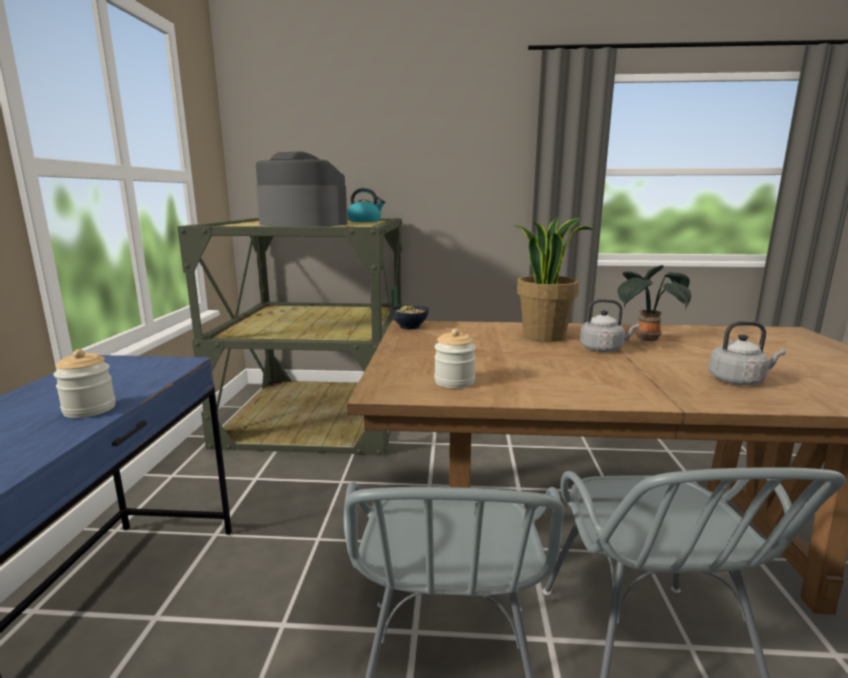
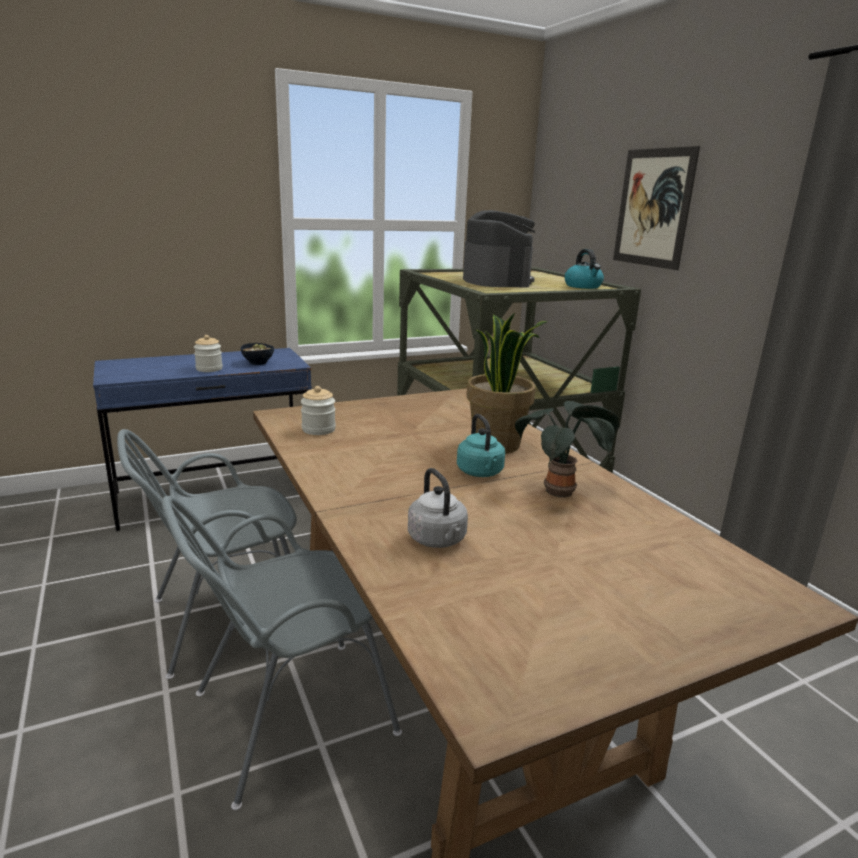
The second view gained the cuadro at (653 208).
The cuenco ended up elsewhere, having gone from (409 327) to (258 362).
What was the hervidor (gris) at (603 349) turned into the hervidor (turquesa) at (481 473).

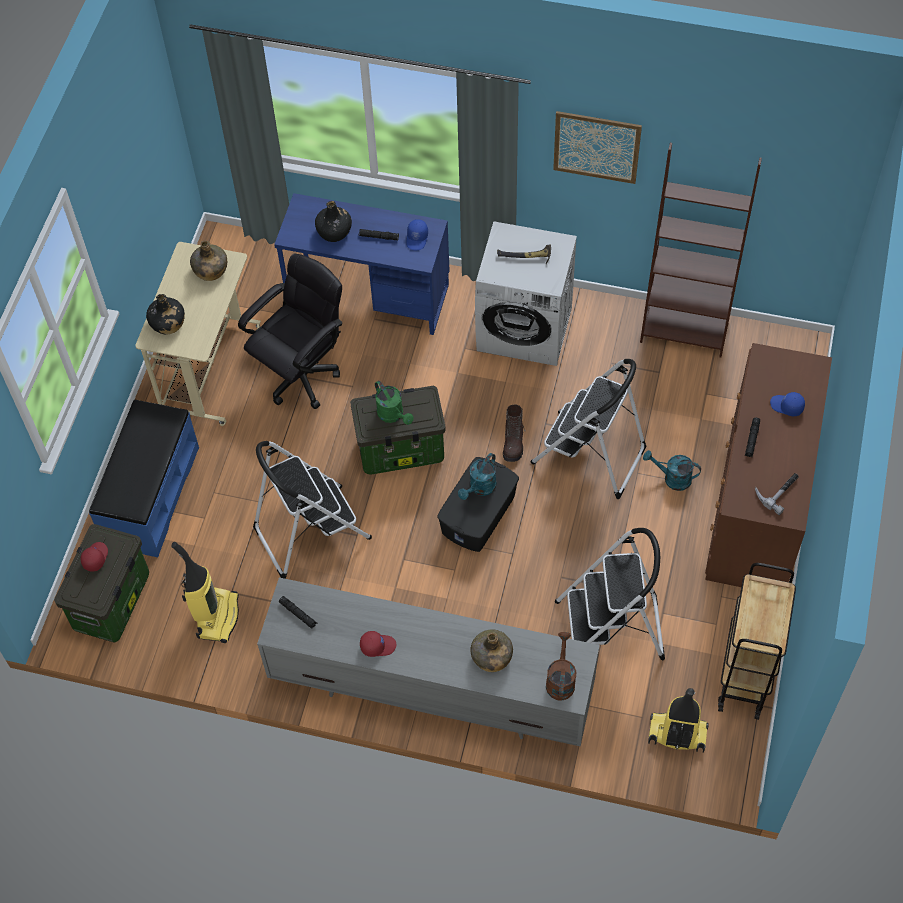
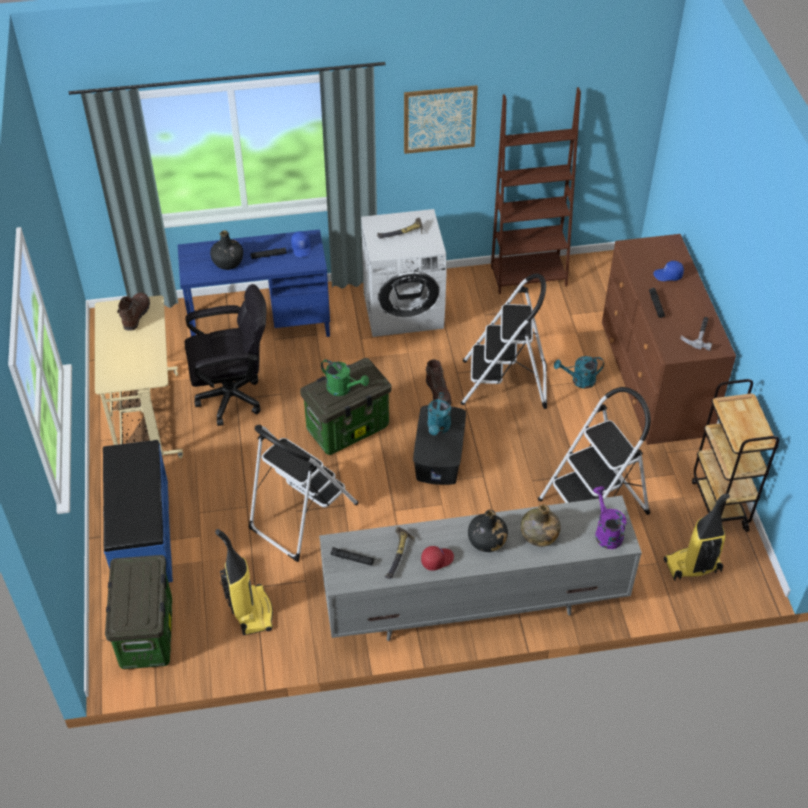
The second view lost the gorra (rojo) at (95 557).
The second view gained the martillo at (399 556).
The botella (negro) ended up elsewhere, having gone from (167 323) to (486 540).
Where the botella (verde) stood at (210 270), the bota (marrón) came to stand at (135 316).
What was the regadera (marrón) at (560 679) turned into the regadera (morado) at (606 532).
The silla de oficina (negro) at (304 375) ended up facing another way, 60 degrees clockwise from before.

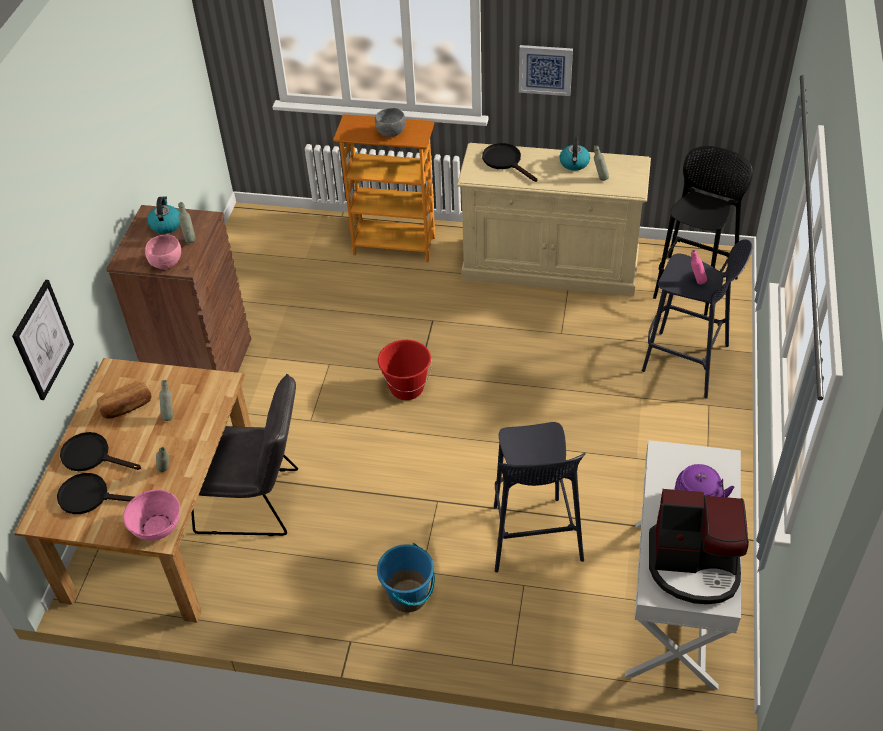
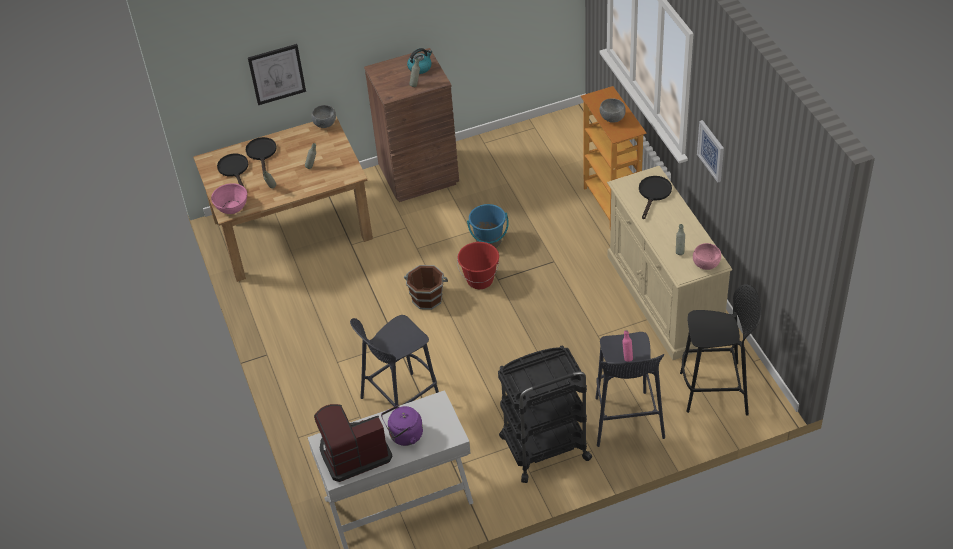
The second view lost the pan at (127 407).
The second view lost the silla (gris) at (256 501).
The second view lost the hervidor at (574 163).
The second view gained the cuenco (gris) at (325 124).
The second view gained the cubo (marrón) at (427 298).
The second view gained the carrito (negro) at (544 447).
The cuenco (rosa) ended up elsewhere, having gone from (166 263) to (706 264).
The cubo (azul) ended up elsewhere, having gone from (408 596) to (488 241).
The cafetera at (694 566) ended up facing another way, 90 degrees clockwise from before.

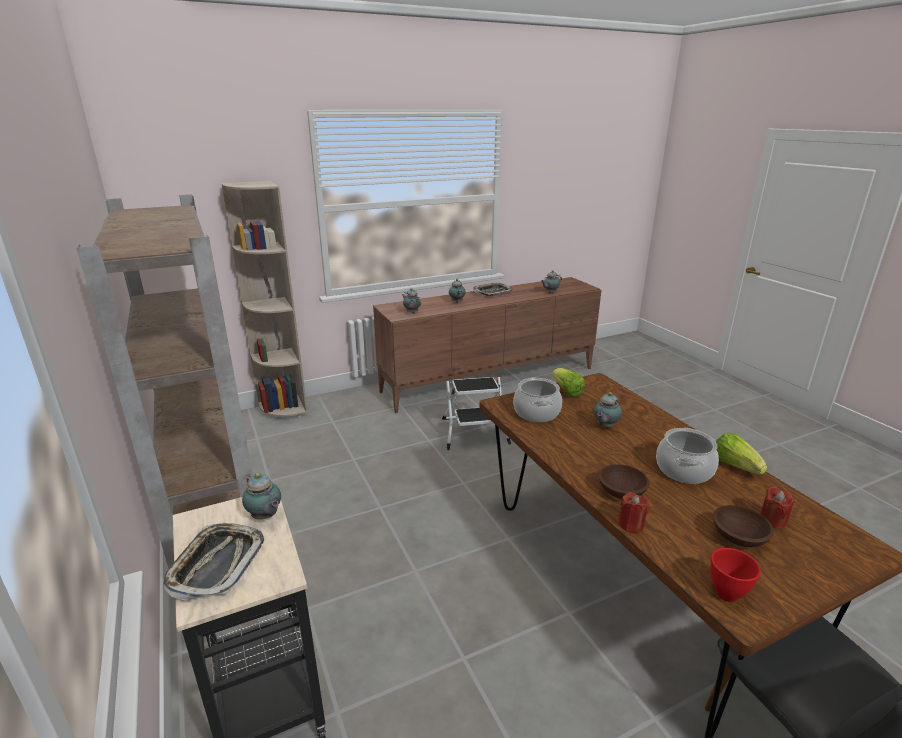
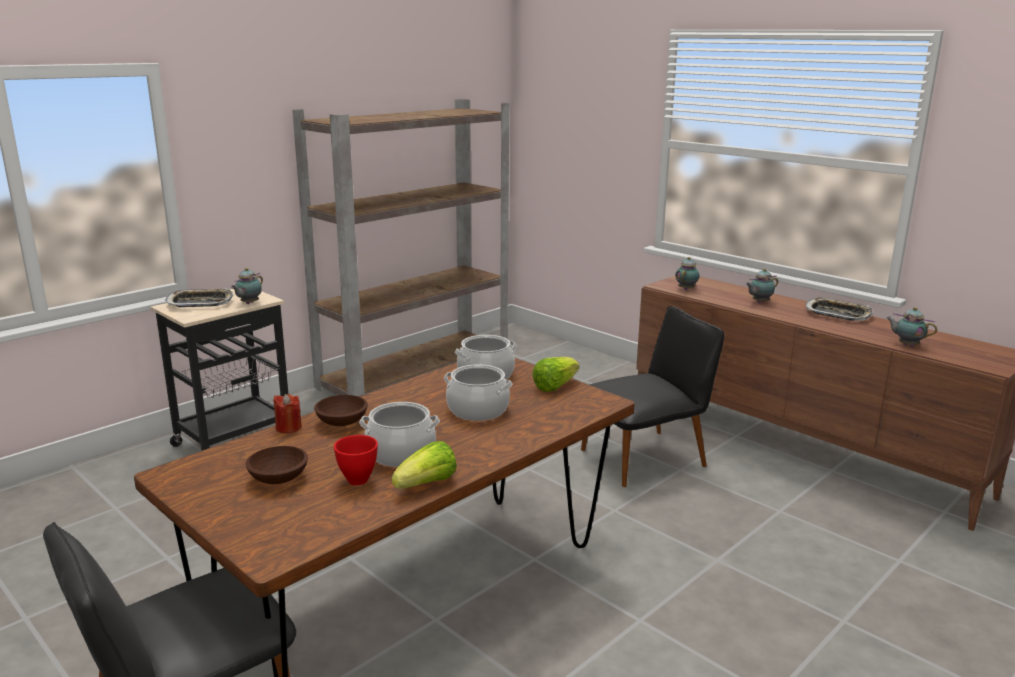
The second view lost the estantería (beis) at (284 412).
The second view lost the vela (rojo) at (772 520).
The cuenco (rojo) ended up elsewhere, having gone from (728 594) to (358 481).
Where the escalera de tijera stood at (473 432), the silla (negro) came to stand at (642 458).
Where the tetera stood at (605 426), the olla came to stand at (478 410).

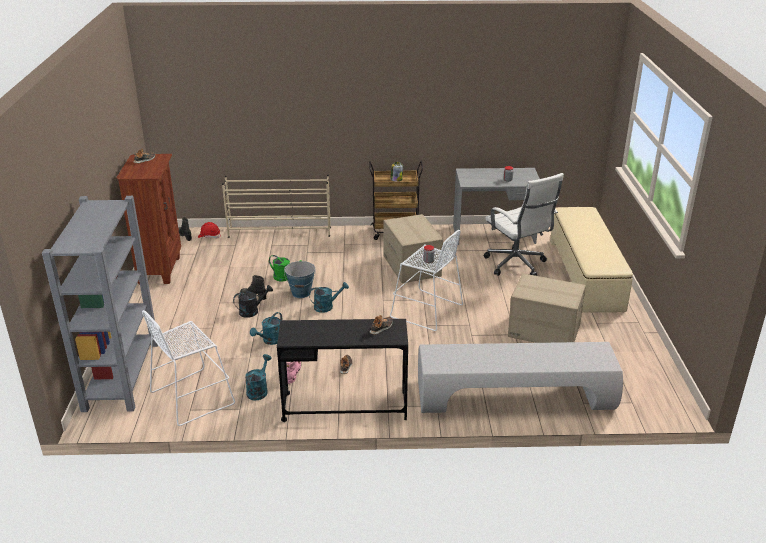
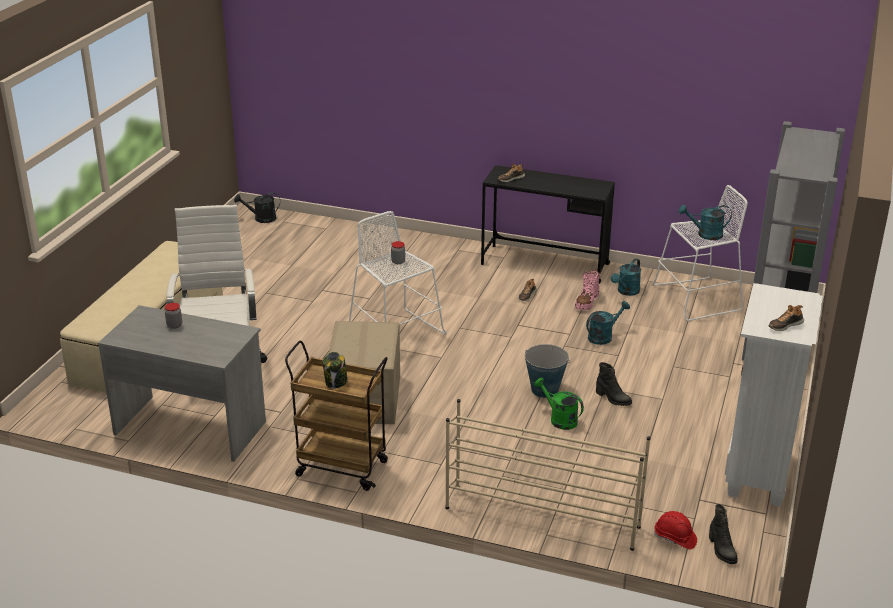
The second view lost the banco (gris) at (514 396).
The second view lost the caja de cartón at (543 331).
The regadera (negro) ended up elsewhere, having gone from (252 311) to (261 219).
The regadera (turquesa) ended up elsewhere, having gone from (327 306) to (705 235).
What was the armario (marrón) at (161 270) turned into the armario (blanco) at (756 475).

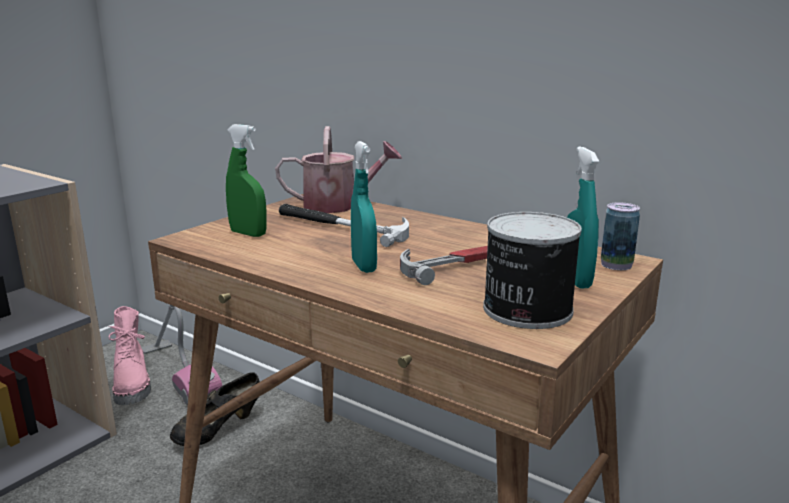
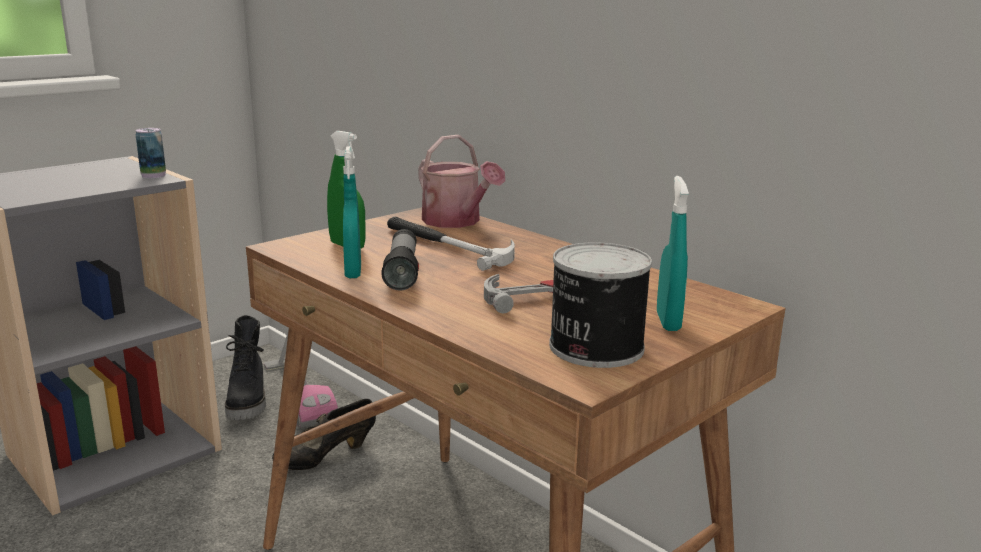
The second view gained the linterna at (402 272).
The pulverizador (turquesa) ended up elsewhere, having gone from (364 266) to (353 272).
The lata ended up elsewhere, having gone from (616 265) to (153 175).
What was the bota (rosa) at (133 385) turned into the bota (negro) at (249 401).
The regadera at (338 205) ended up facing another way, 45 degrees clockwise from before.

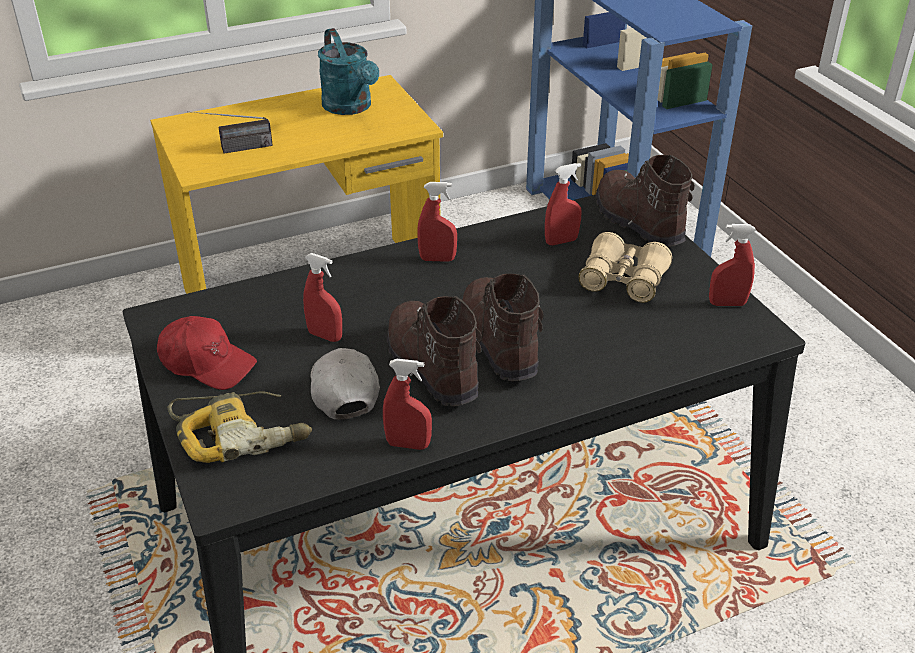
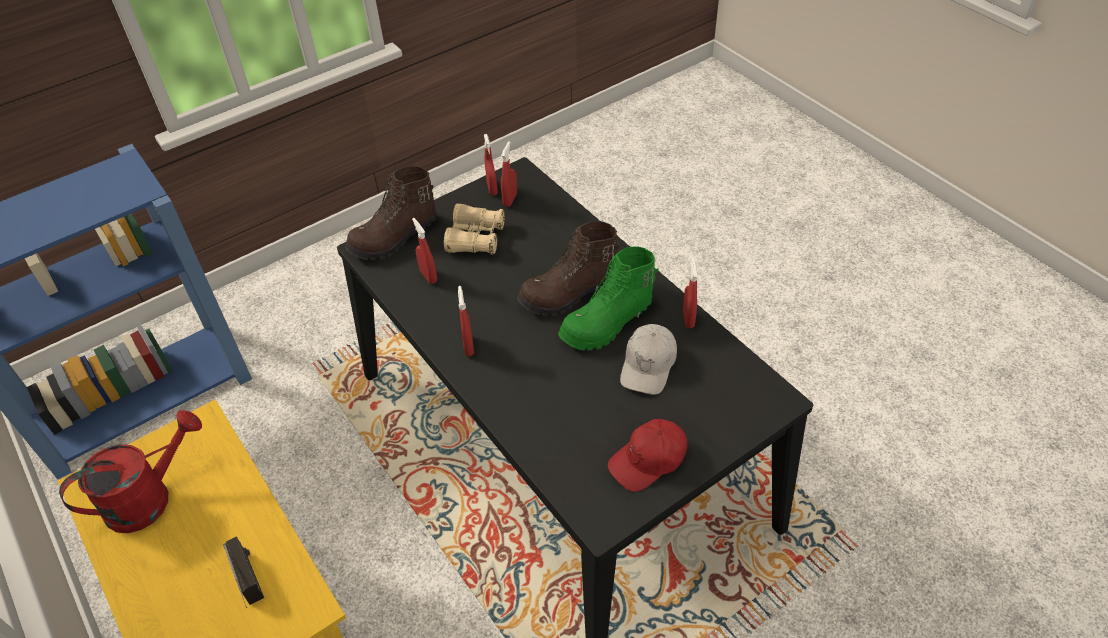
The second view lost the taladro at (241 433).
The pulverizador (rojo) ended up elsewhere, having gone from (325 336) to (510 200).
What was the regadera (turquesa) at (351 107) turned into the regadera (rojo) at (149 497).
What was the bota (marrón) at (430 368) turned into the bota (verde) at (608 323).
The gorra (rojo) at (207 363) ended up facing another way, 135 degrees counterclockwise from before.
The gorra (blanco) at (343 390) ended up facing another way, 45 degrees counterclockwise from before.

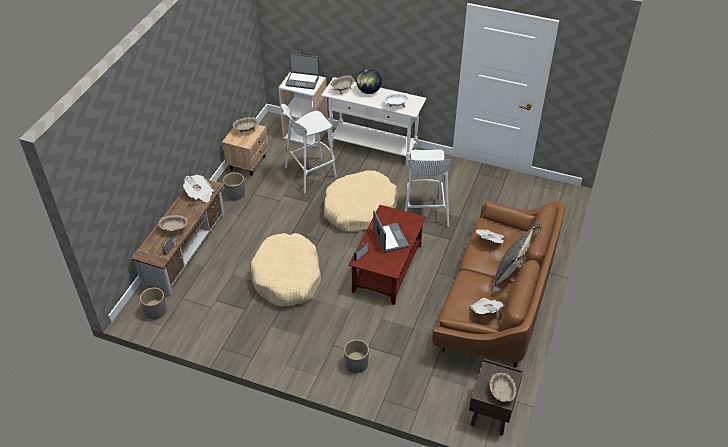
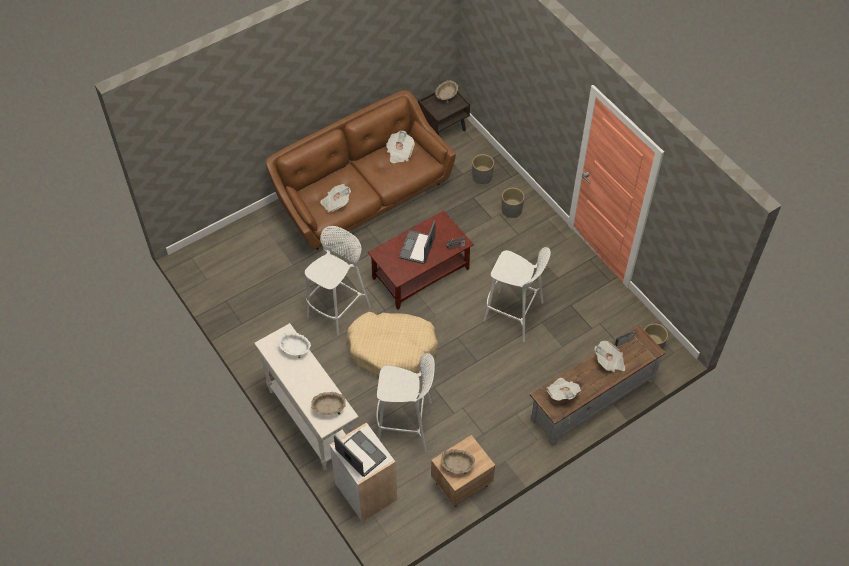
The second view lost the globo terráqueo at (368 91).
The second view lost the cojín at (512 278).
The maceta (gris) ended up elsewhere, having gone from (235 194) to (482 177).
Where the cuenco (beis) stood at (174 229), the periódico came to stand at (609 362).
Where the cama para perro (beis) stood at (287 277), the taburete (blanco) came to stand at (514 314).

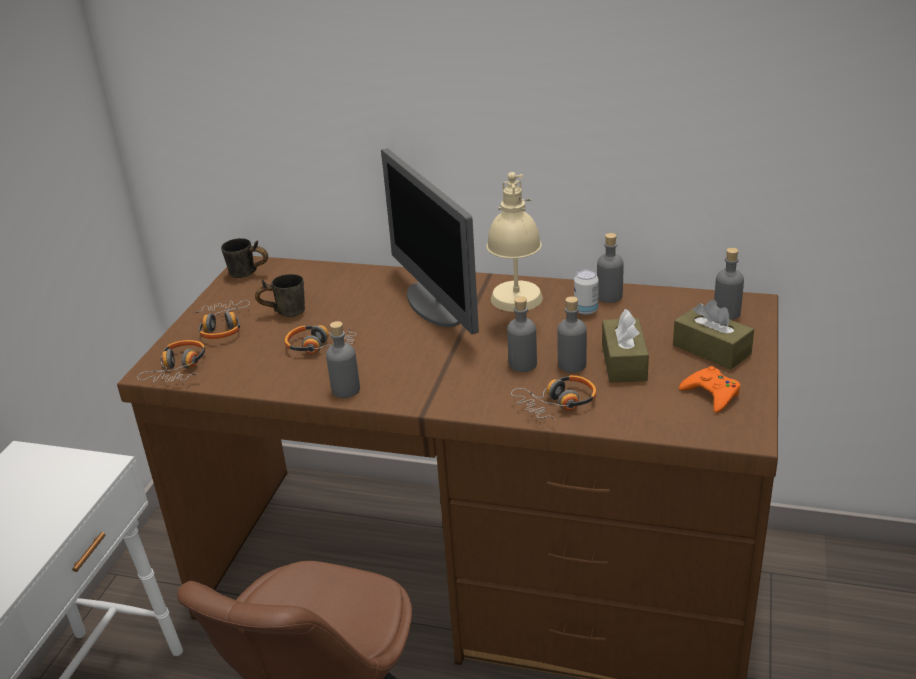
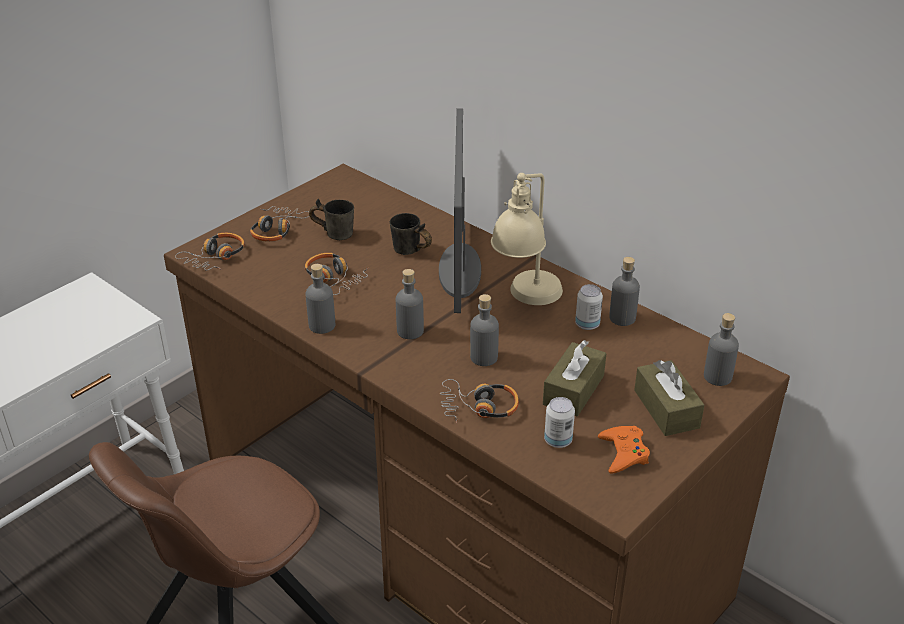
The second view gained the lata at (558 441).
The taza grande (gris) ended up elsewhere, having gone from (247 275) to (409 253).
The botella (gris) ended up elsewhere, having gone from (572 365) to (410 331).

